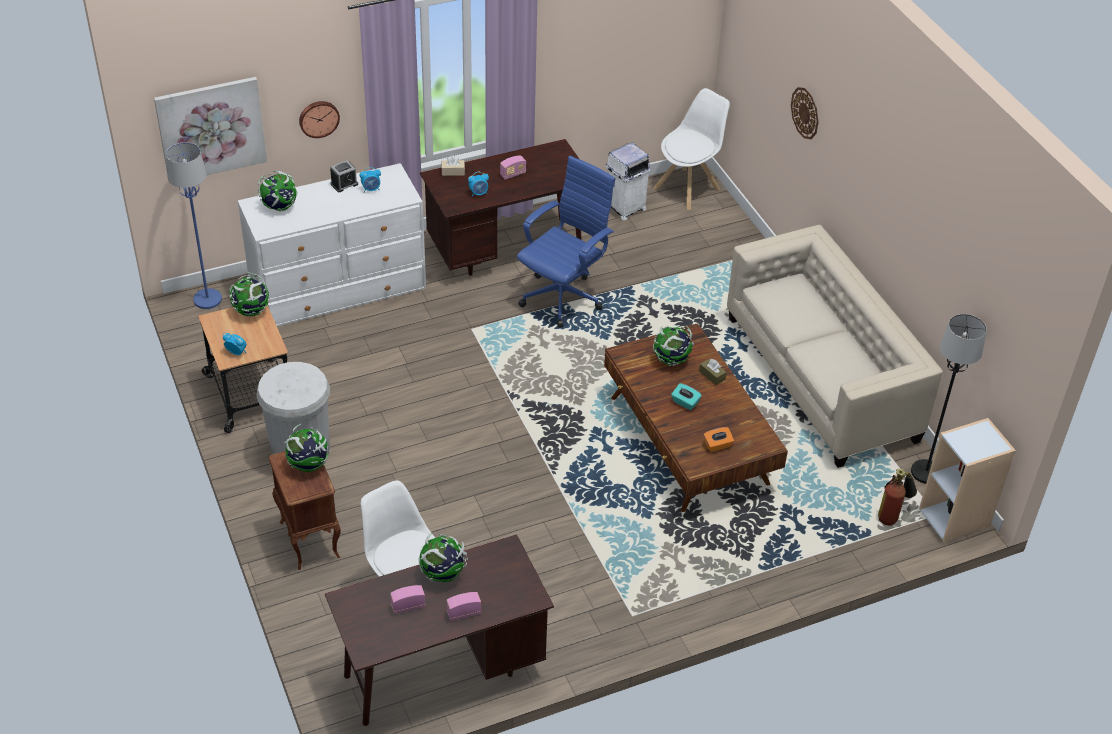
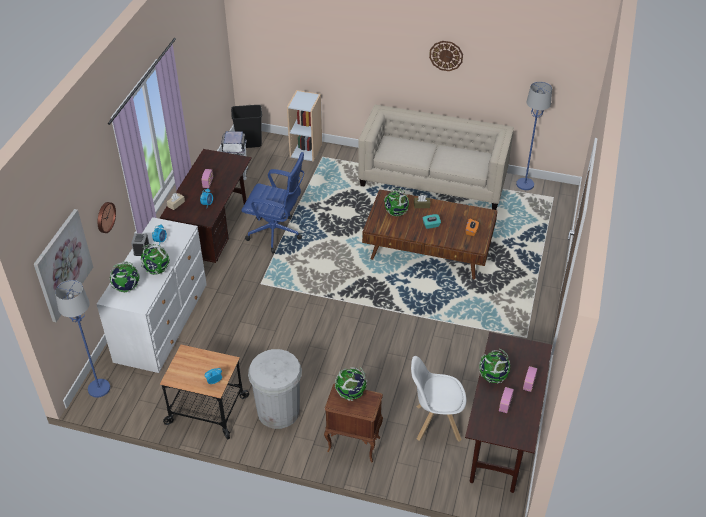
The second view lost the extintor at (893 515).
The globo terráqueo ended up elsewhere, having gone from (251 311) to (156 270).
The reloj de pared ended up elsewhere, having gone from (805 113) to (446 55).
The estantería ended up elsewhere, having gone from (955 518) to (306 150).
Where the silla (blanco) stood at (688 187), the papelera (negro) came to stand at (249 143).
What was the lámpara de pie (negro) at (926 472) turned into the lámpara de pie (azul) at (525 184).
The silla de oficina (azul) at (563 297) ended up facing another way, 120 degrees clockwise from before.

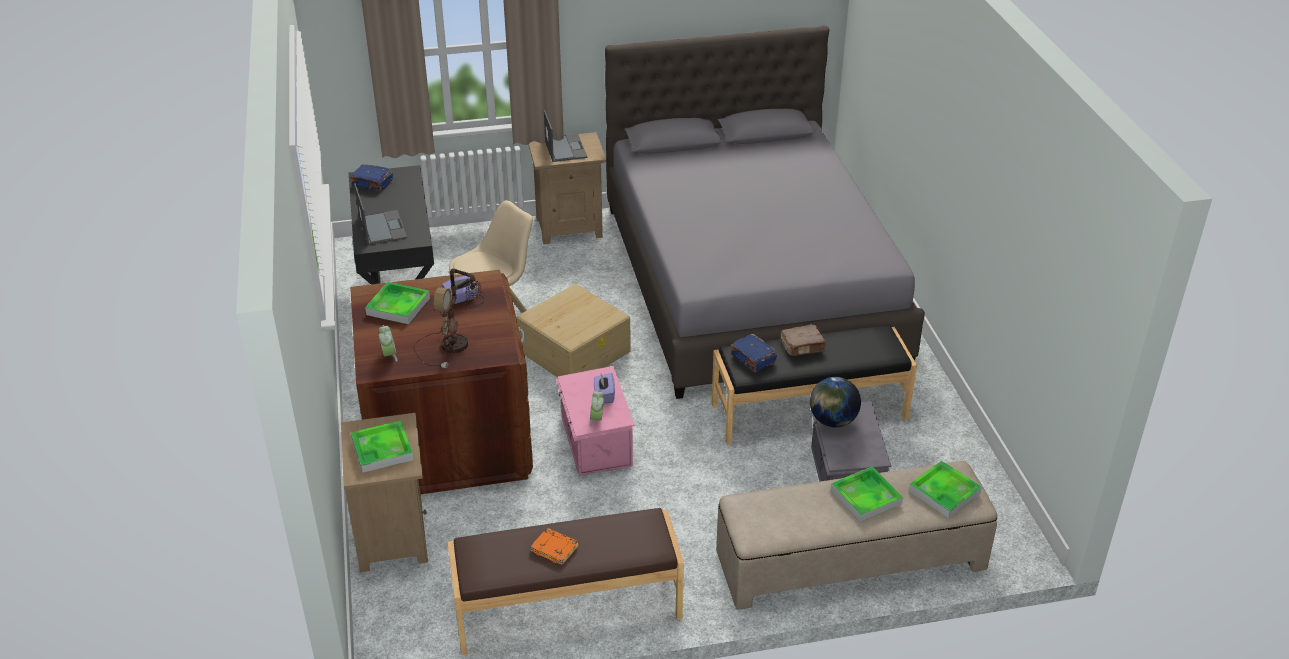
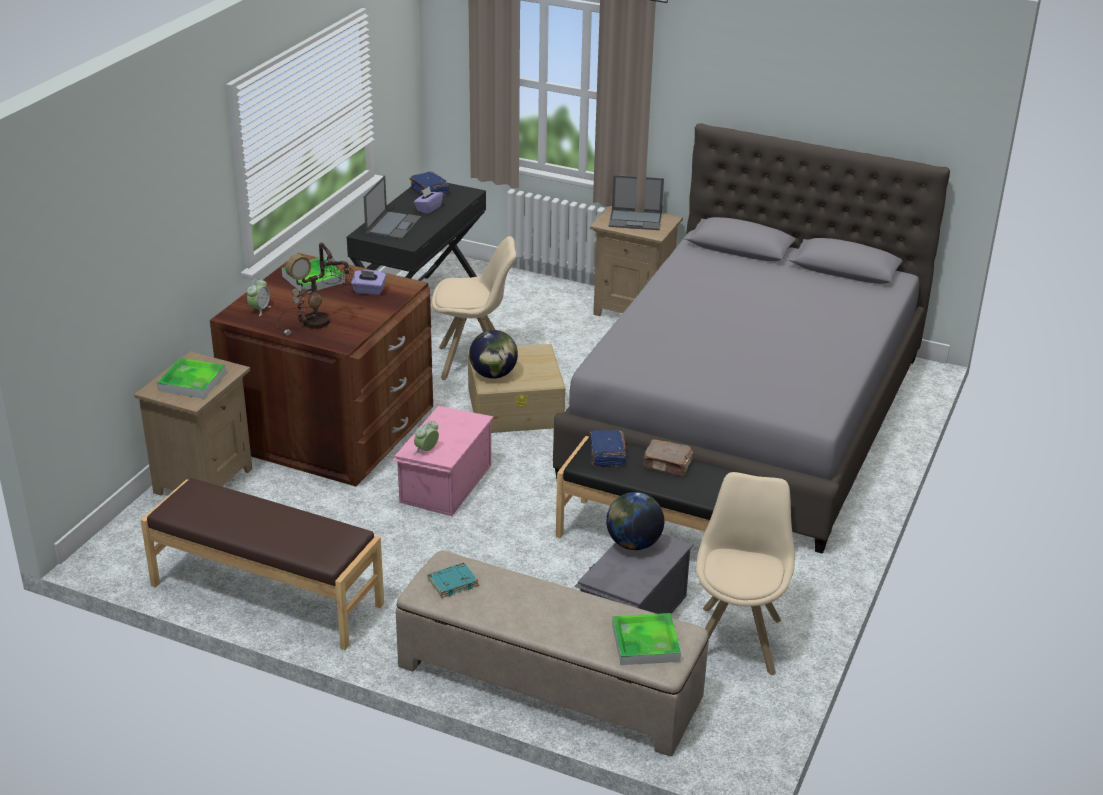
The second view lost the libro (naranja) at (555 548).
The second view lost the bandeja at (866 497).
The second view gained the libro (turquesa) at (453 582).
The second view gained the globo terráqueo at (493 375).
The second view gained the silla (beis) at (737 639).
The caja de pañuelos (morado) ended up elsewhere, having gone from (604 395) to (428 209).
The portátil at (564 148) ended up facing another way, 75 degrees clockwise from before.

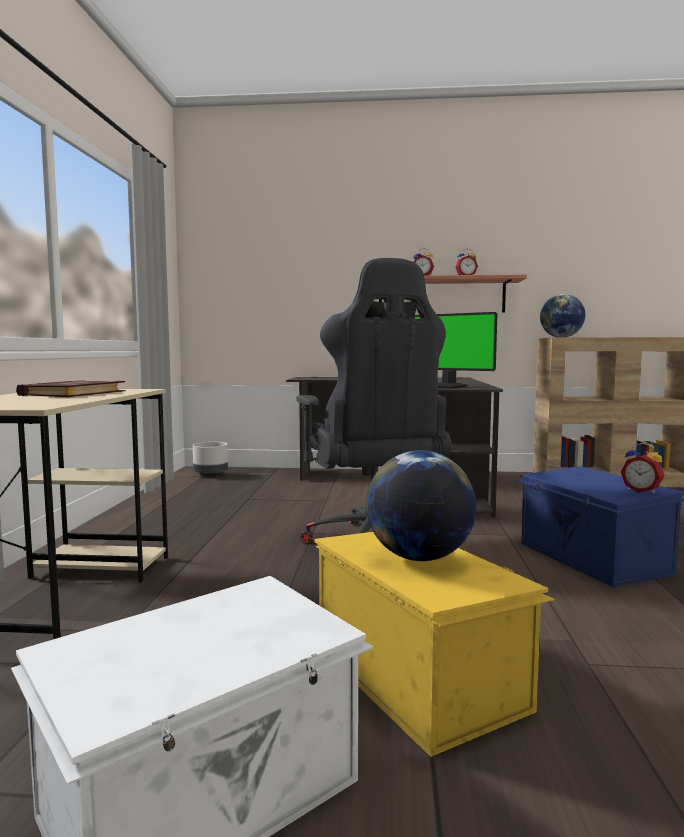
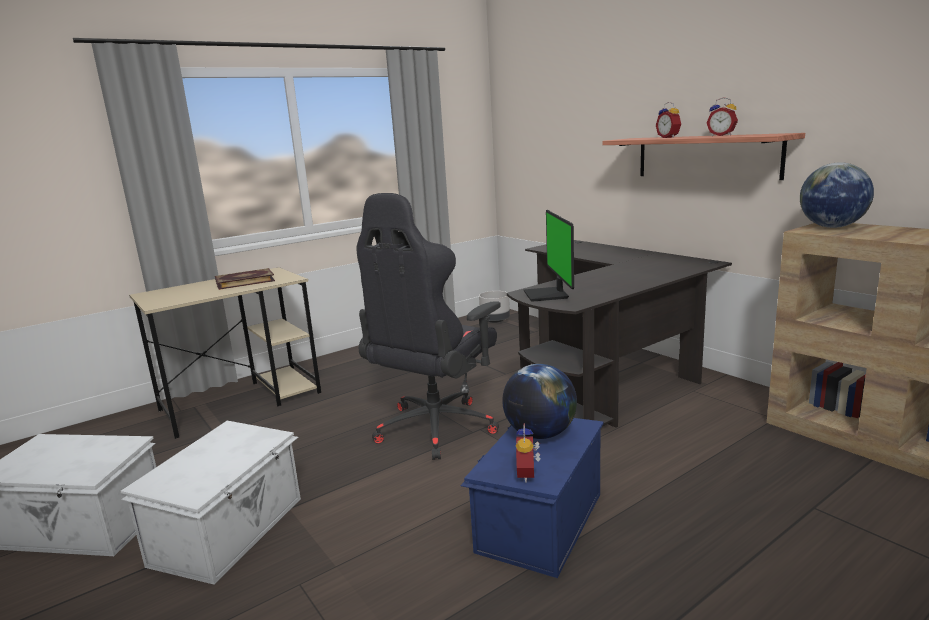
The globo terráqueo ended up elsewhere, having gone from (419 557) to (540 434).
What was the caja de almacenaje (amarillo) at (419 675) turned into the caja de almacenaje (blanco) at (231 530).

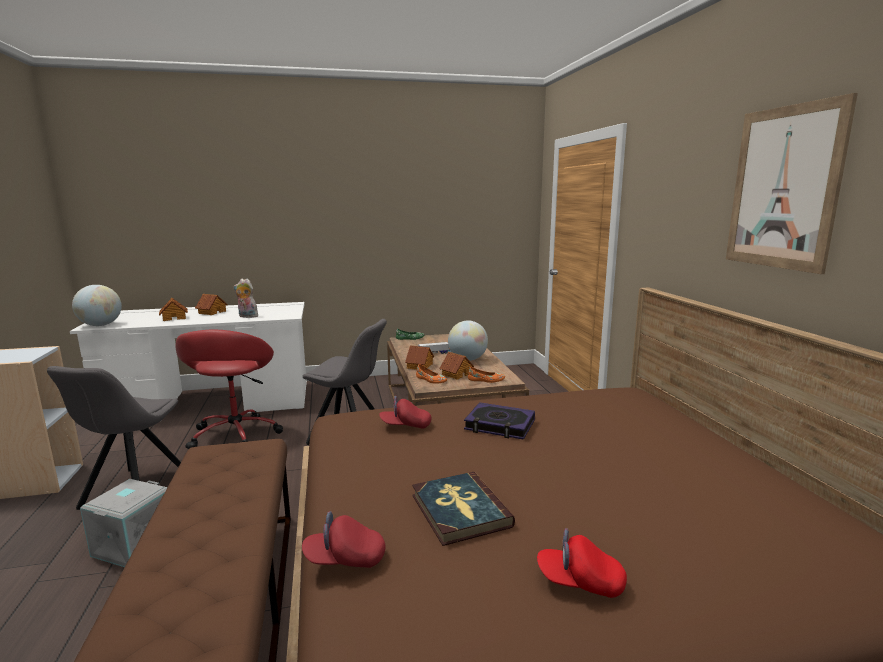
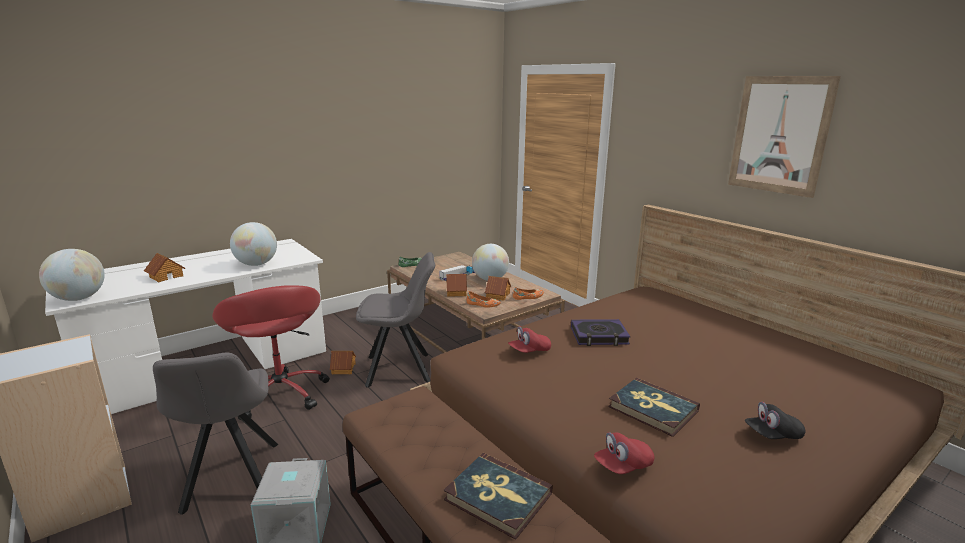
The second view gained the libro at (497 497).
The casita ended up elsewhere, having gone from (212 312) to (343 368).
Where the peluche stood at (247 316), the globo terráqueo came to stand at (256 264).
What was the gorra (rojo) at (580 582) turned into the gorra (negro) at (772 435).

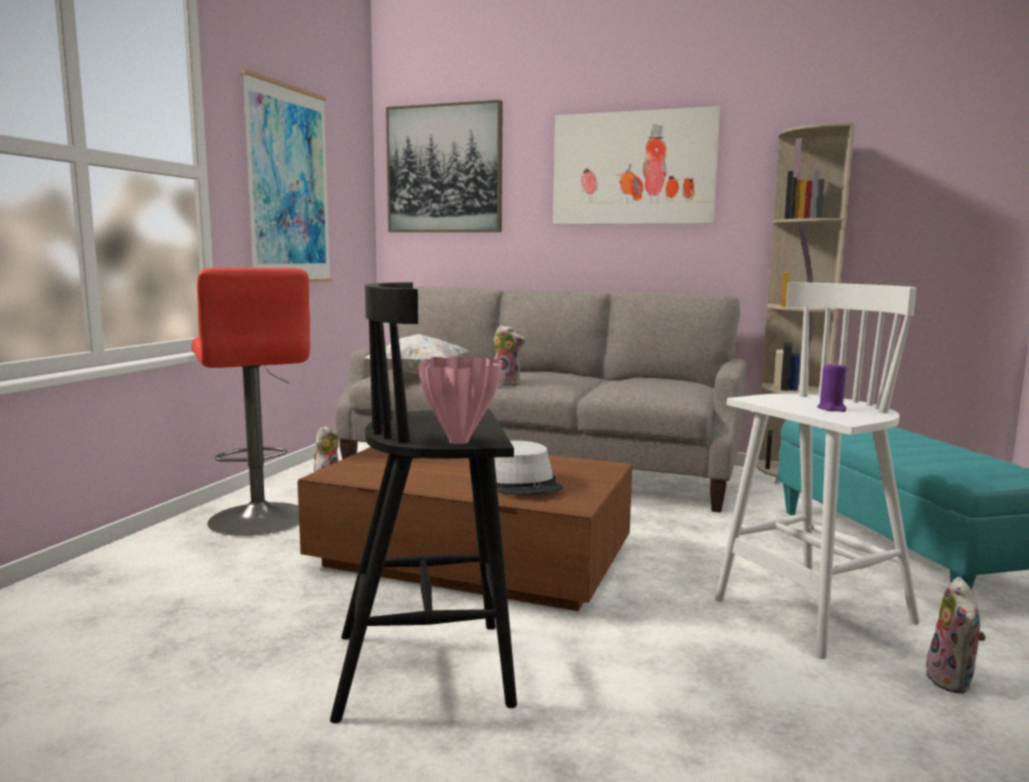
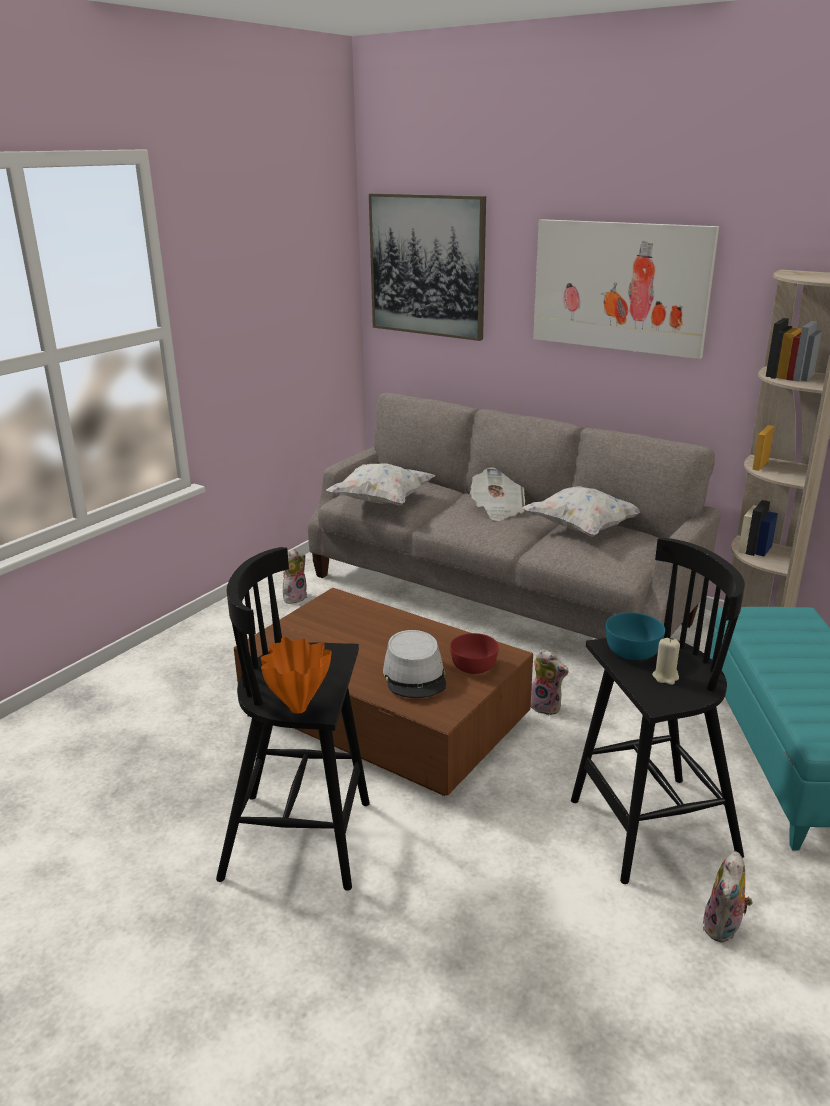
The second view lost the taburete (rojo) at (257 519).
The second view lost the cuadro at (288 186).
The second view gained the cuenco (rojo) at (473 666).
The second view gained the periódico at (497 509).
The second view gained the cojín (blanco) at (582 528).
The second view gained the cuenco (turquesa) at (631 650).
The peluche ended up elsewhere, having gone from (506 383) to (546 706).
What was the florero (rosa) at (459 442) turned into the florero (naranja) at (298 709).
What was the taburete (blanco) at (809 612) turned into the taburete (negro) at (648 829).
What was the vela (morado) at (831 409) turned into the vela (beis) at (665 677).

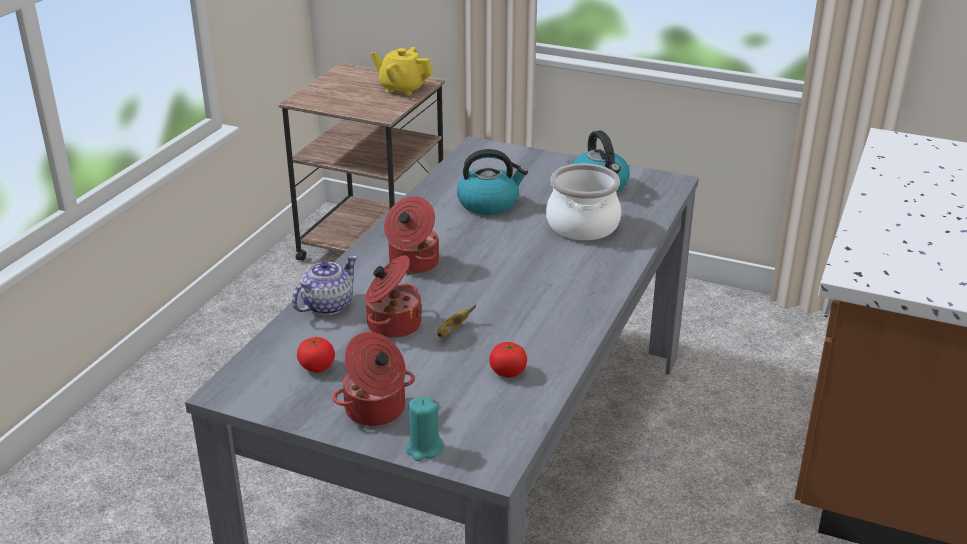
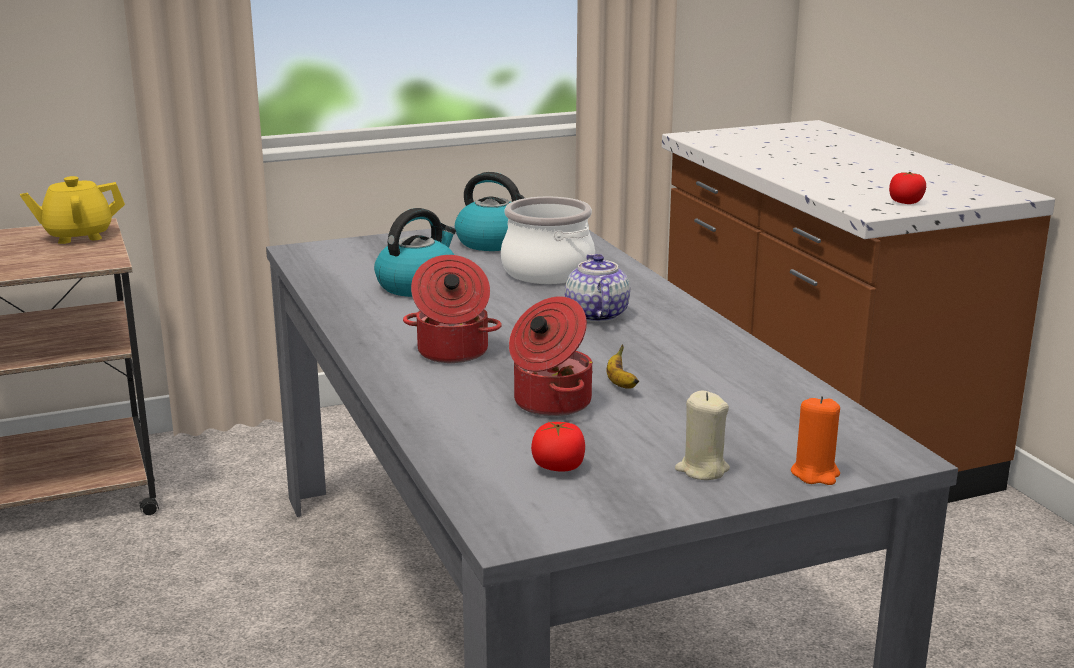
The tetera ended up elsewhere, having gone from (326 305) to (596 315).
The tomate ended up elsewhere, having gone from (508 372) to (905 202).
Where the olla stood at (376 410), the vela (beis) came to stand at (702 469).
What was the vela (turquesa) at (424 449) turned into the vela (naranja) at (815 473).

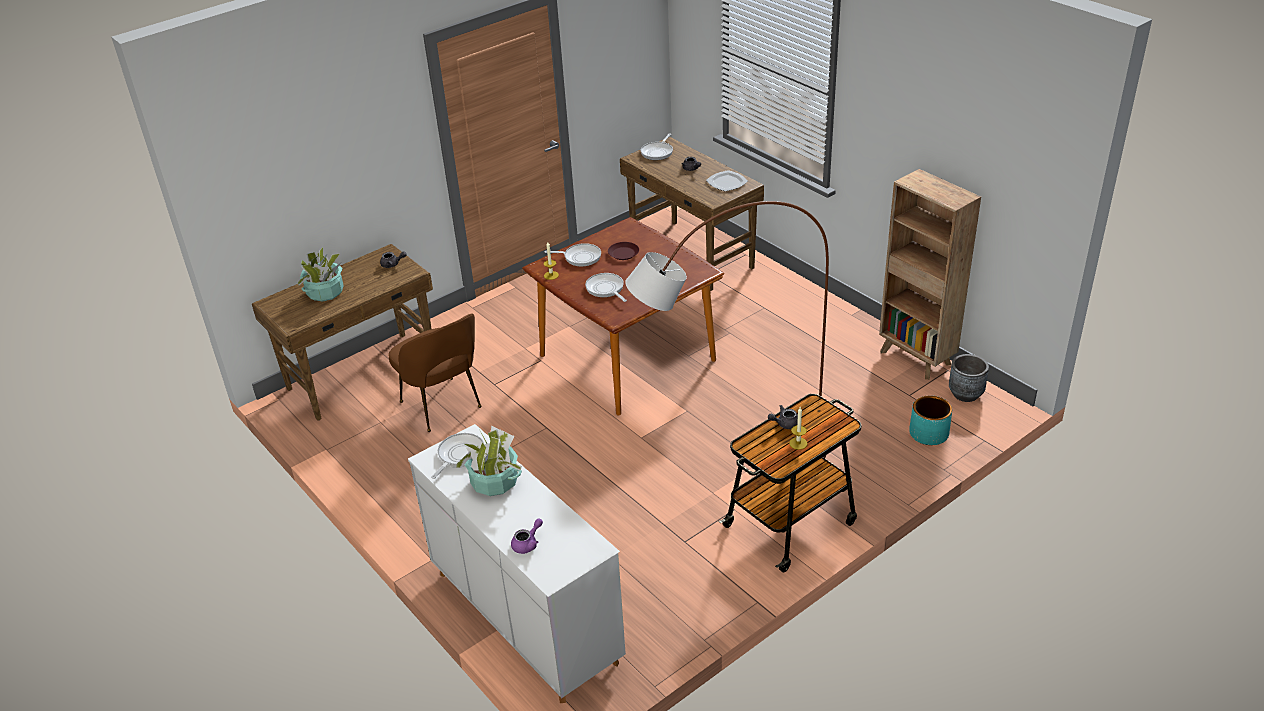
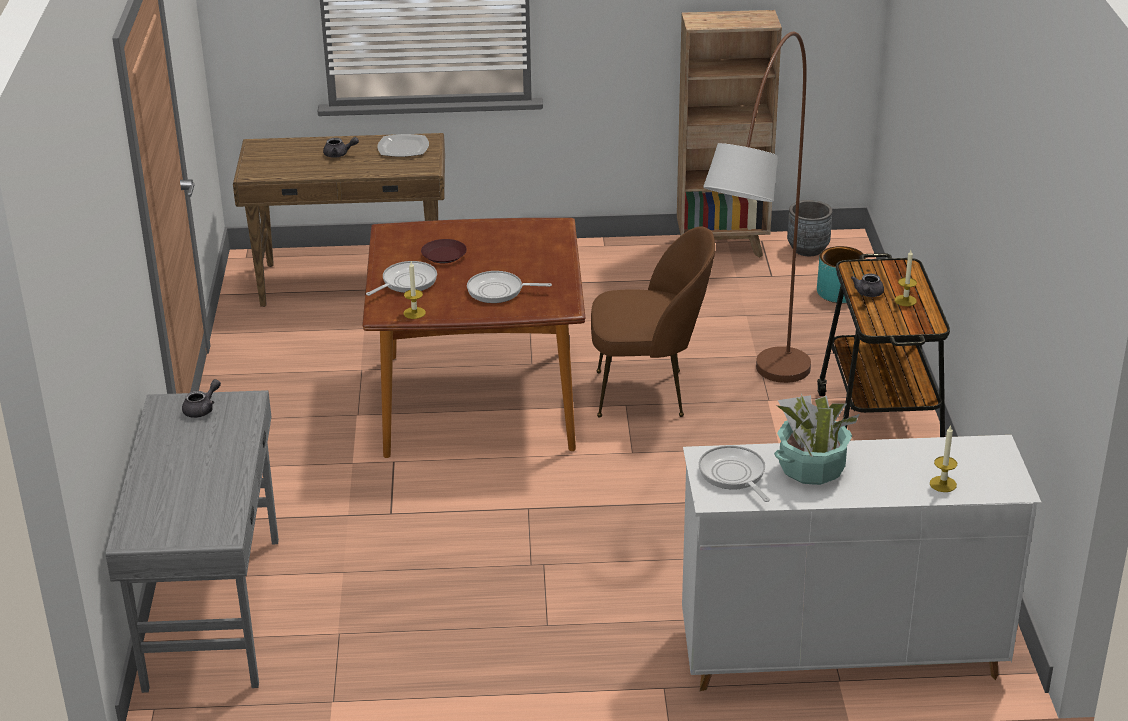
The second view lost the planta en maceta at (325 292).
The second view lost the sartén at (658 152).
The silla (marrón) ended up elsewhere, having gone from (444 408) to (649 394).
Where the tetera (morado) stood at (527 544), the vela came to stand at (943 484).
What was the mesa consola (marrón) at (363 375) turned into the mesa consola (gris) at (213 612).

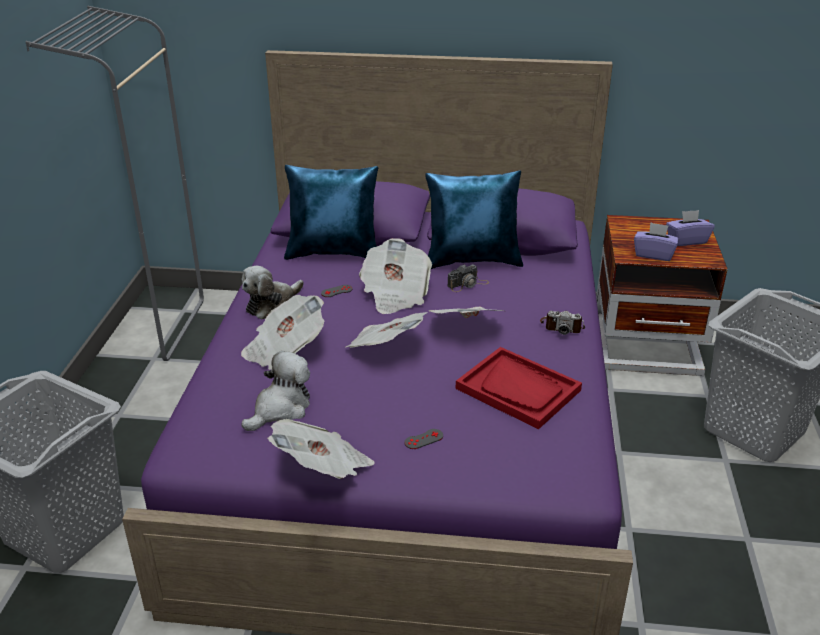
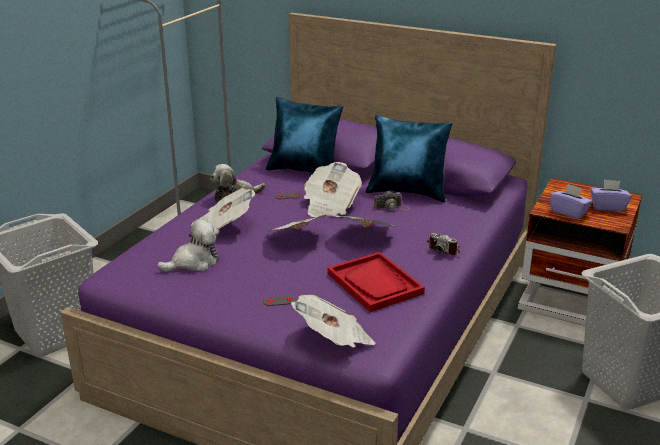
The periódico ended up elsewhere, having gone from (323 469) to (334 340).

